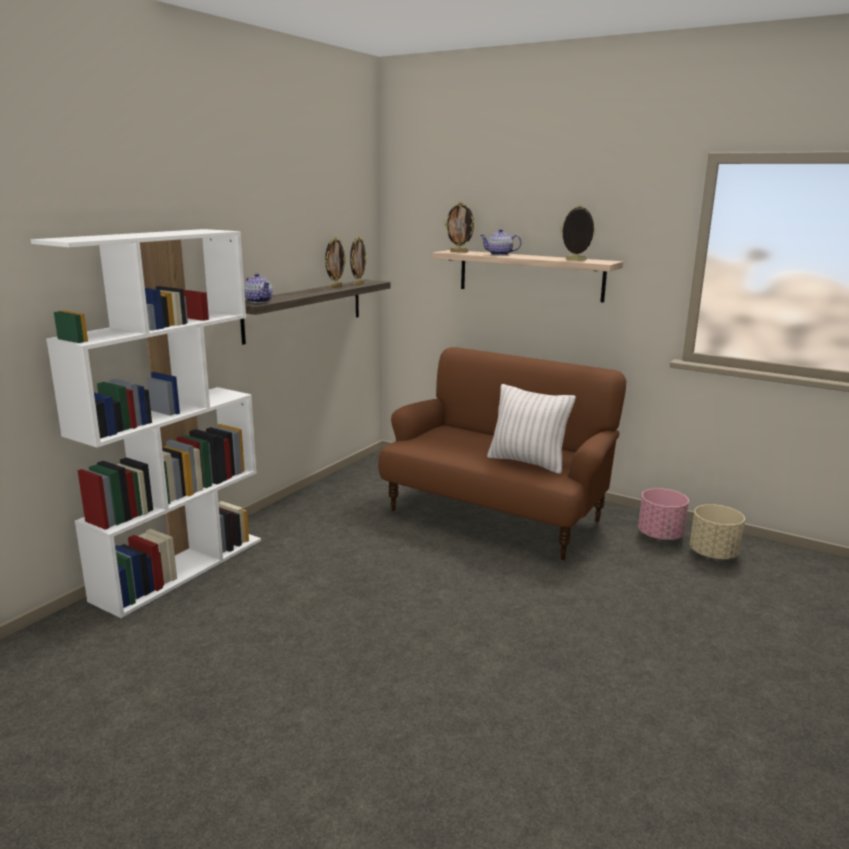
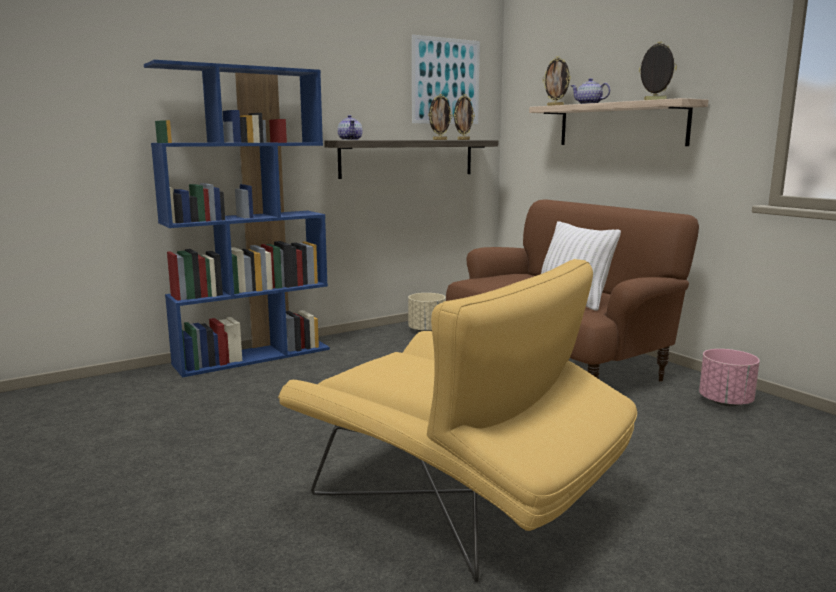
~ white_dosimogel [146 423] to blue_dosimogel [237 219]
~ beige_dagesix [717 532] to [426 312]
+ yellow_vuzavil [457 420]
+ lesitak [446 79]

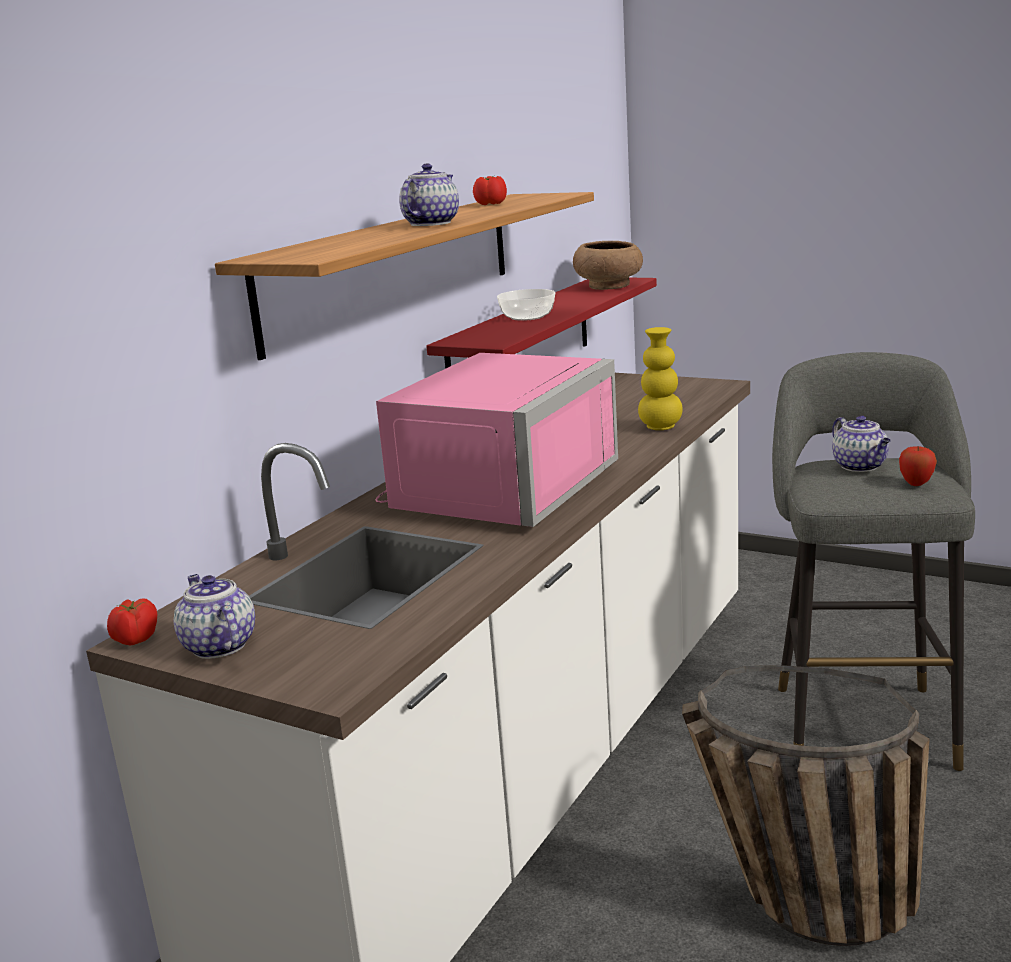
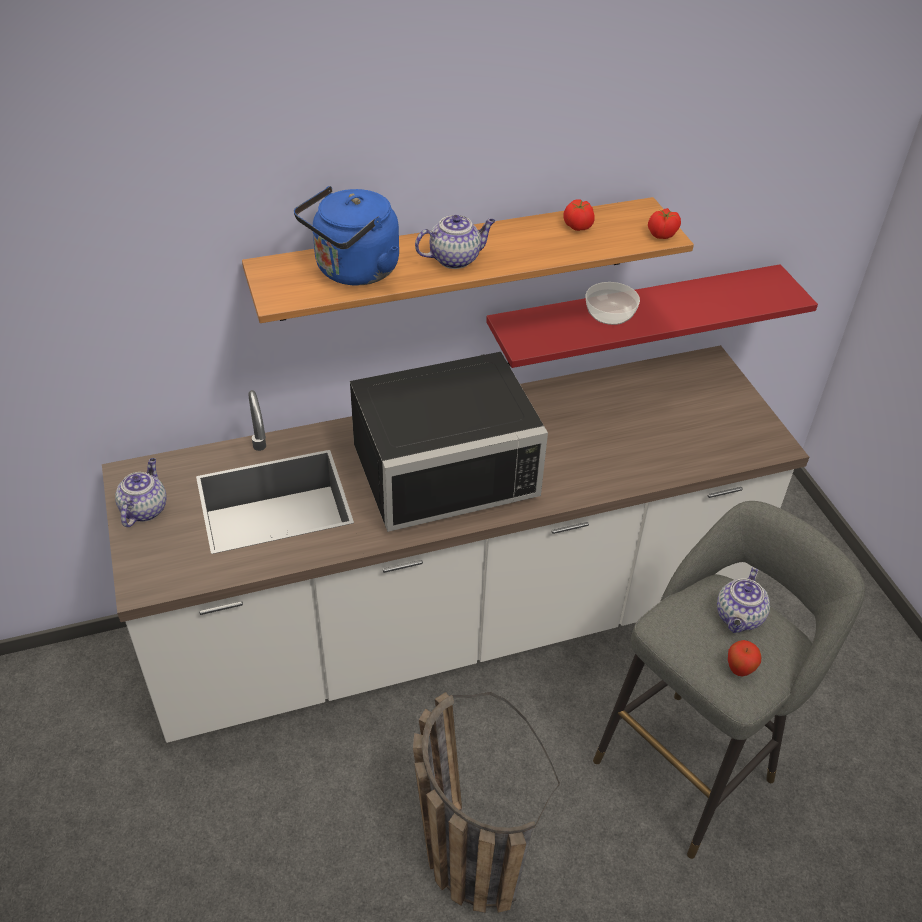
~ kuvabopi [132 621] to [664 223]
~ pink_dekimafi [497 440] to black_dekimafi [449 442]
- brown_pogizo [608 265]
- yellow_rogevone [660 378]
+ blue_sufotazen [346 236]

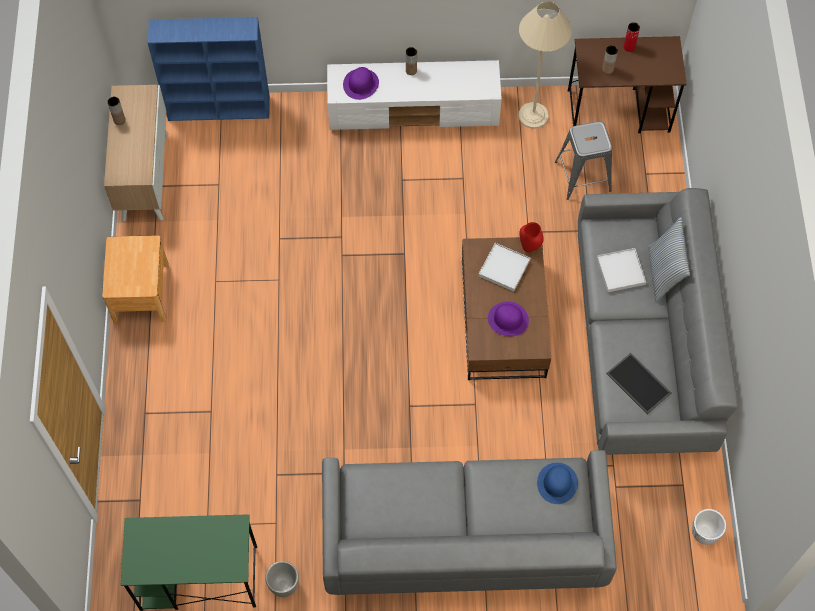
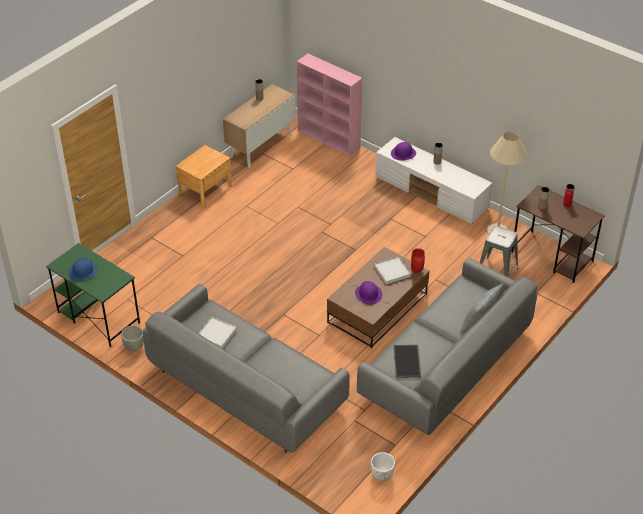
~ blue_dosimogel [208 69] to pink_dosimogel [329 105]
~ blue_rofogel [557 483] to [83 269]
~ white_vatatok [621 270] to [218 332]

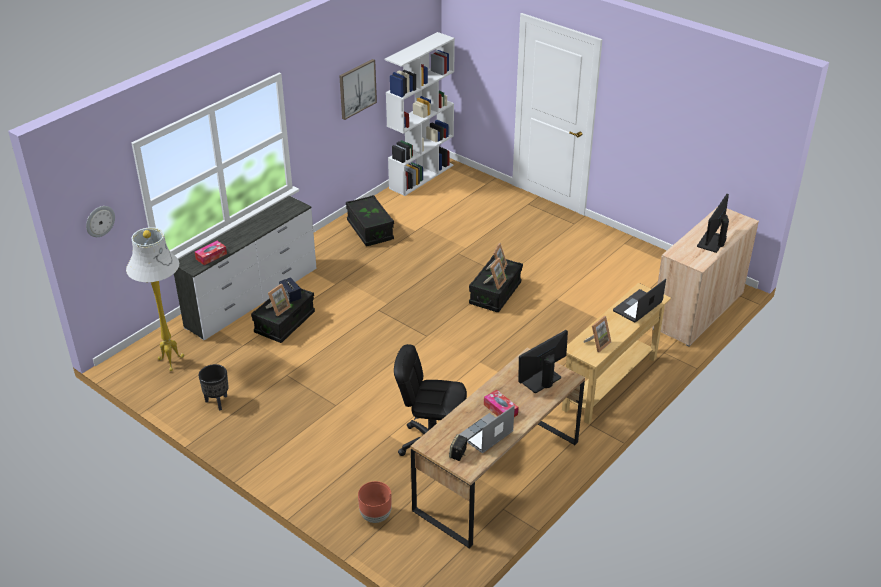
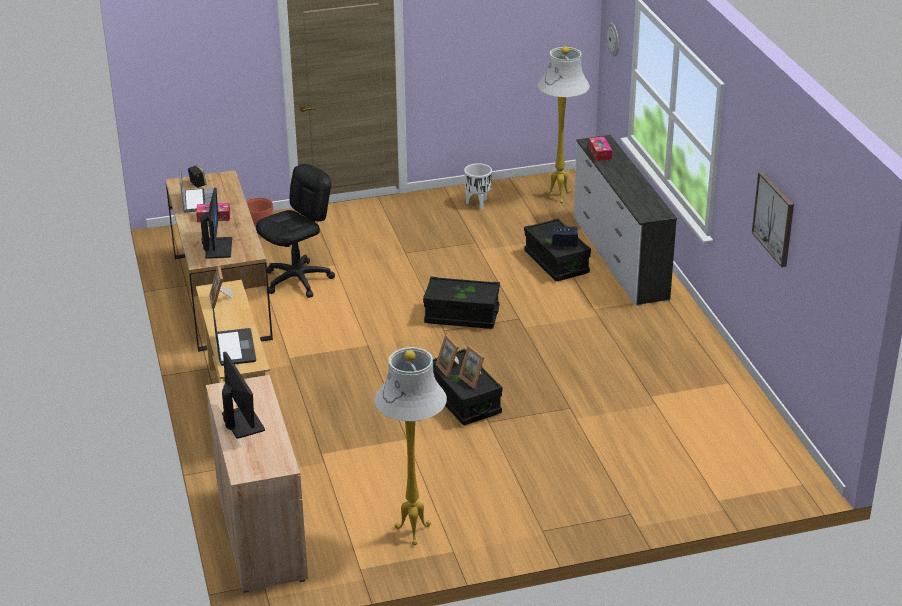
~ black_dagesix [213 387] to white_dagesix [478 186]
- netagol [278 300]
~ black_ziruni [370 220] to [461 302]
- white_dosimogel [420 114]
+ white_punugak [410 446]

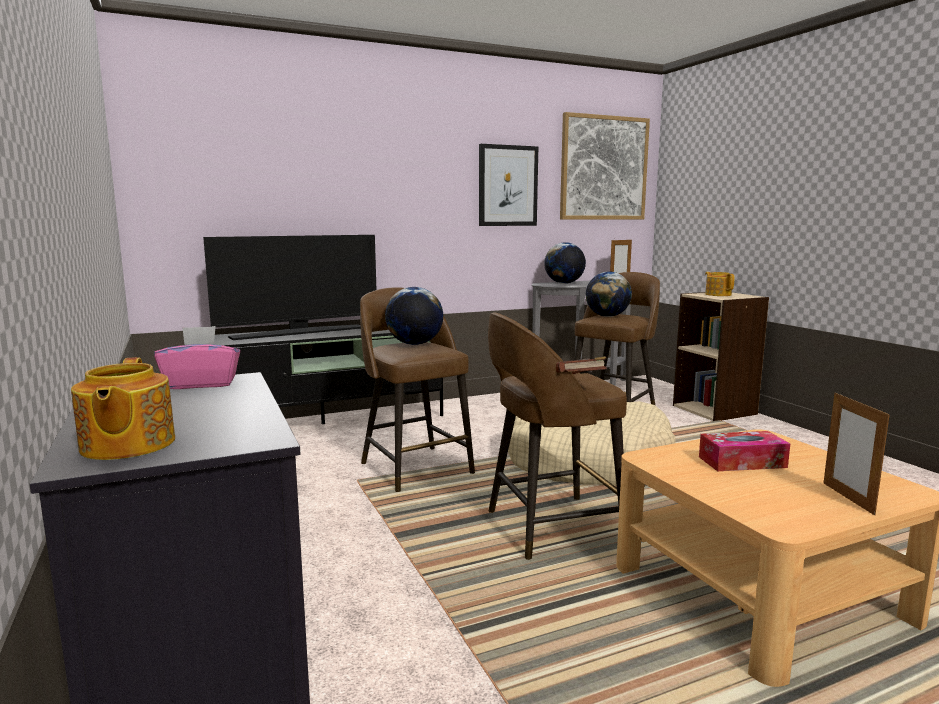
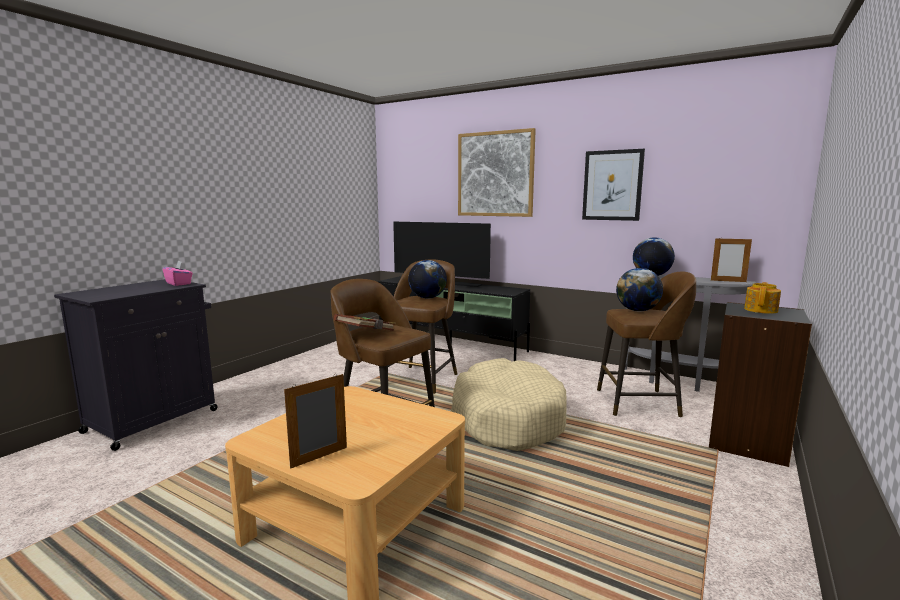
- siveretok [123 408]
~ lesitak [605 166] to [497 172]
~ beige_dosimogel [721 356] to black_dosimogel [760 384]
- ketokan [744 451]

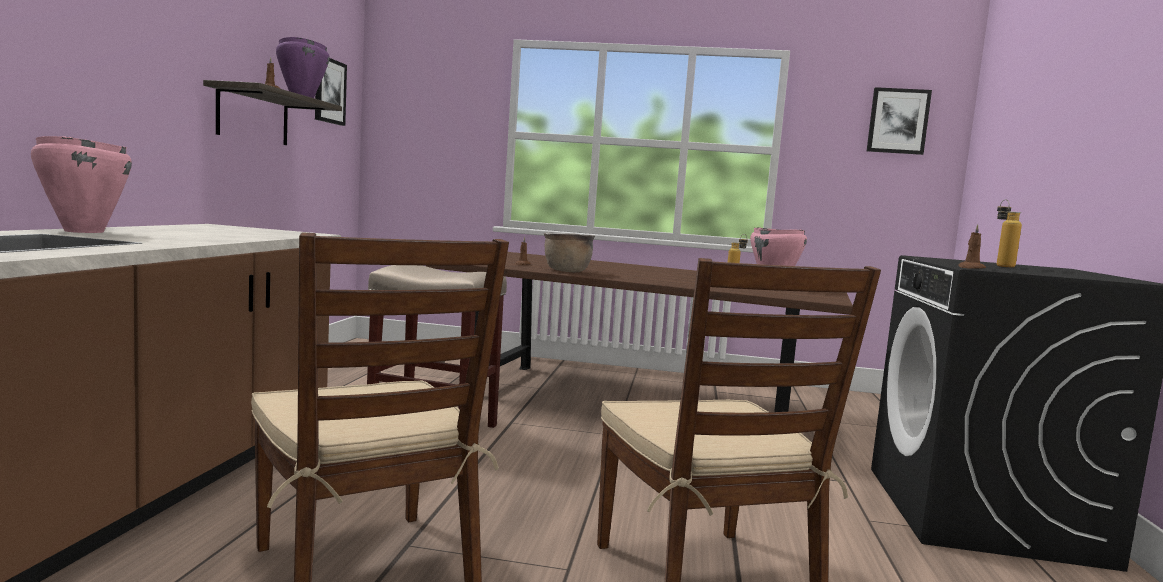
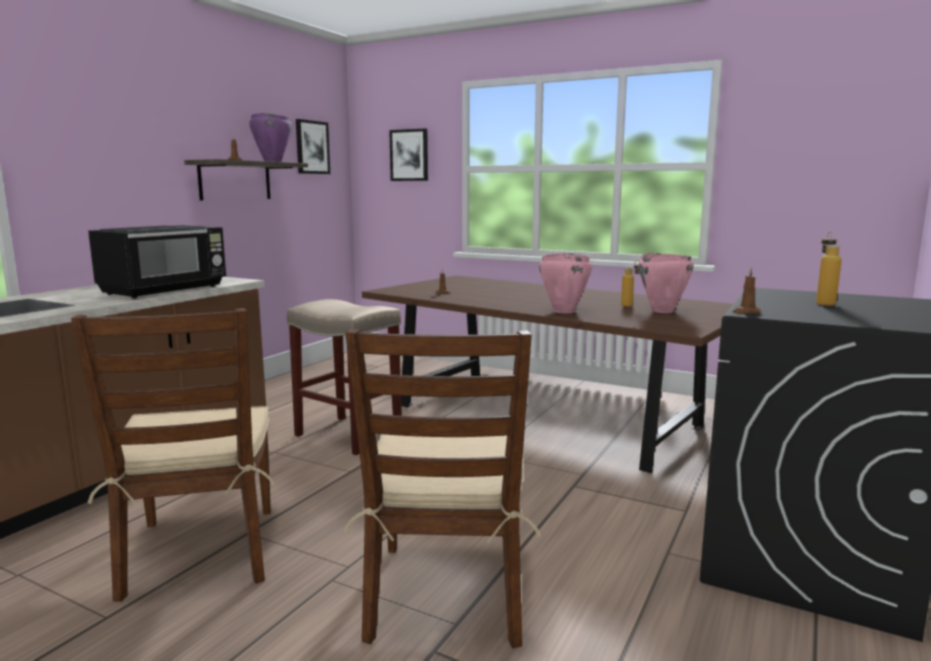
~ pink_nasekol [81 184] to [565 283]
- brown_nasekol [569 252]
~ lesitak [899 121] to [408 154]
+ black_dekimafi [157 262]

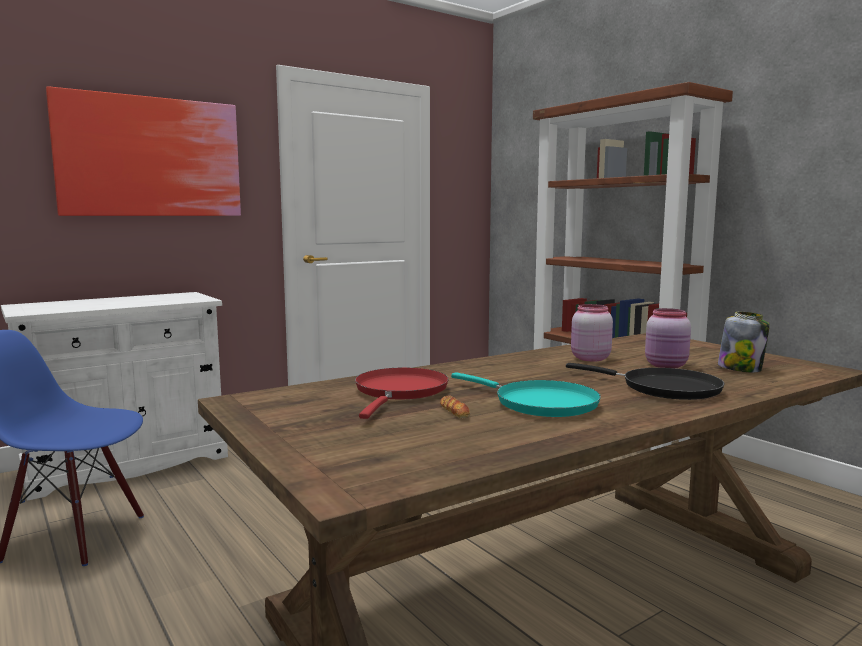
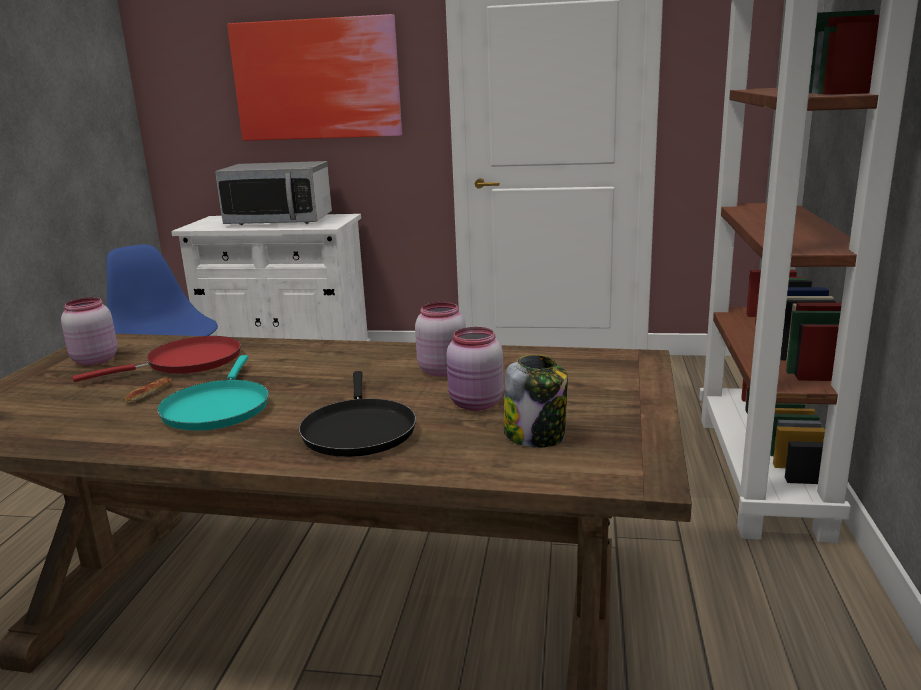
+ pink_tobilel [89 331]
+ dekimafi [273 193]

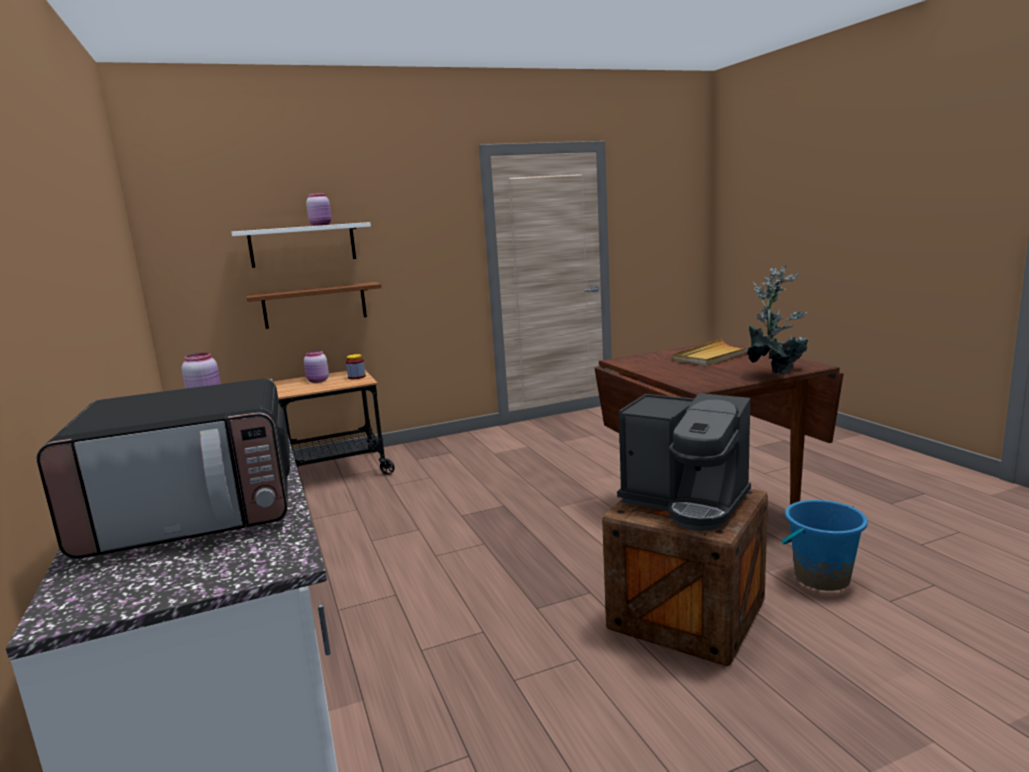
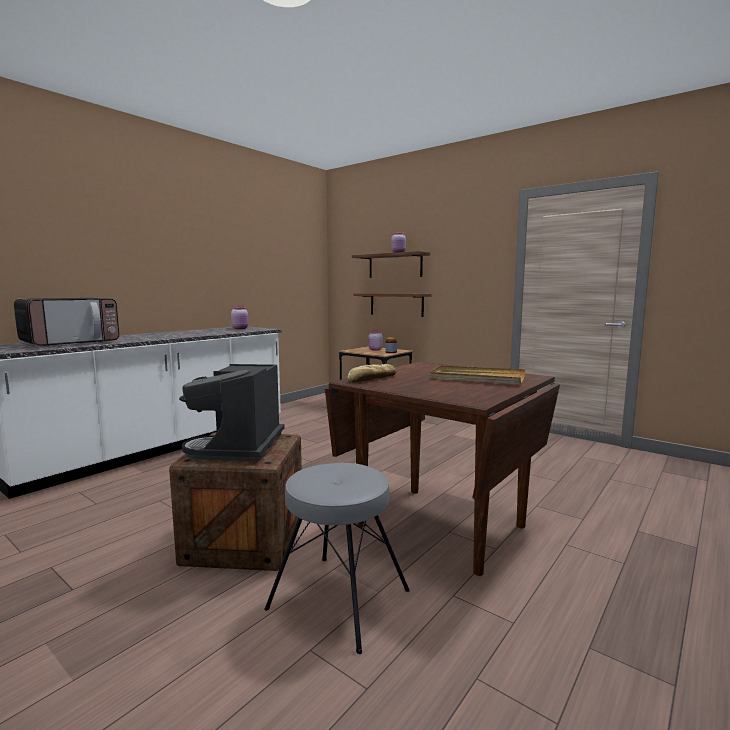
~ dekimafi [163 469] = [67 322] 90 degrees counterclockwise
~ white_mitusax [301 245] to brown_mitusax [391 264]
- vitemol [778 320]
~ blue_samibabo [824 545] to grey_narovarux [337 558]
+ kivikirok [371 373]

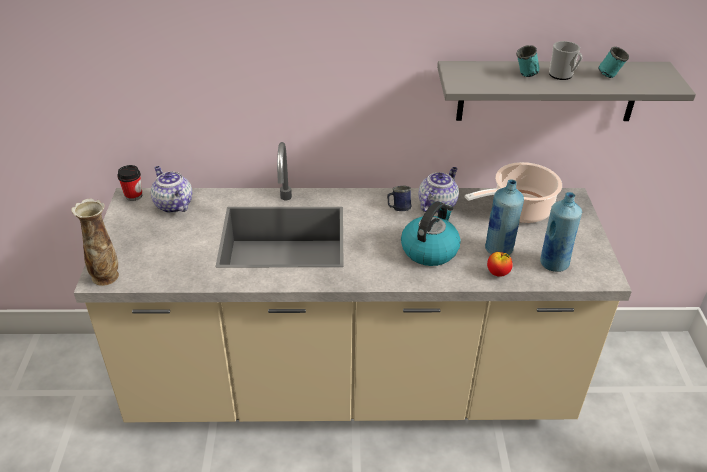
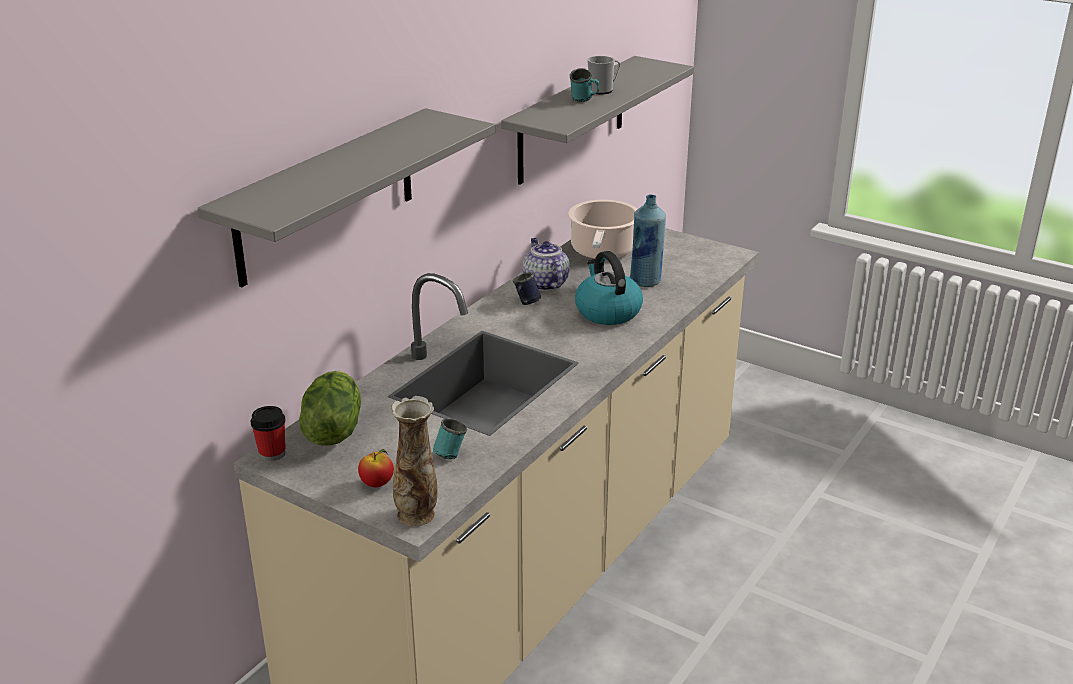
~ siveretok [171 189] to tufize [330 408]
~ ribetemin [500 264] to [376 468]
- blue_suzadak [561 232]
~ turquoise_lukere [613 62] to [450 438]
+ grey_mitusax [346 197]

